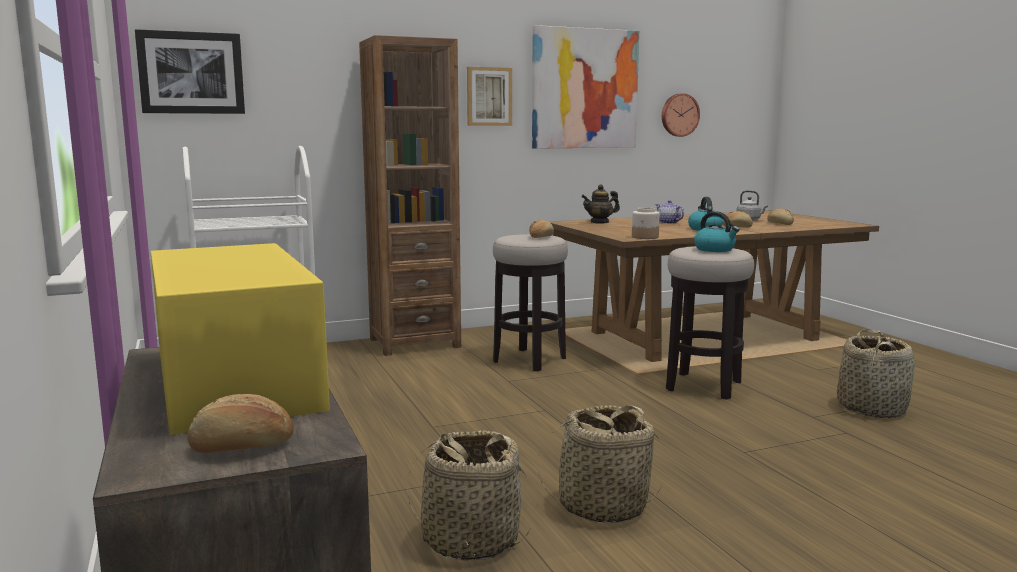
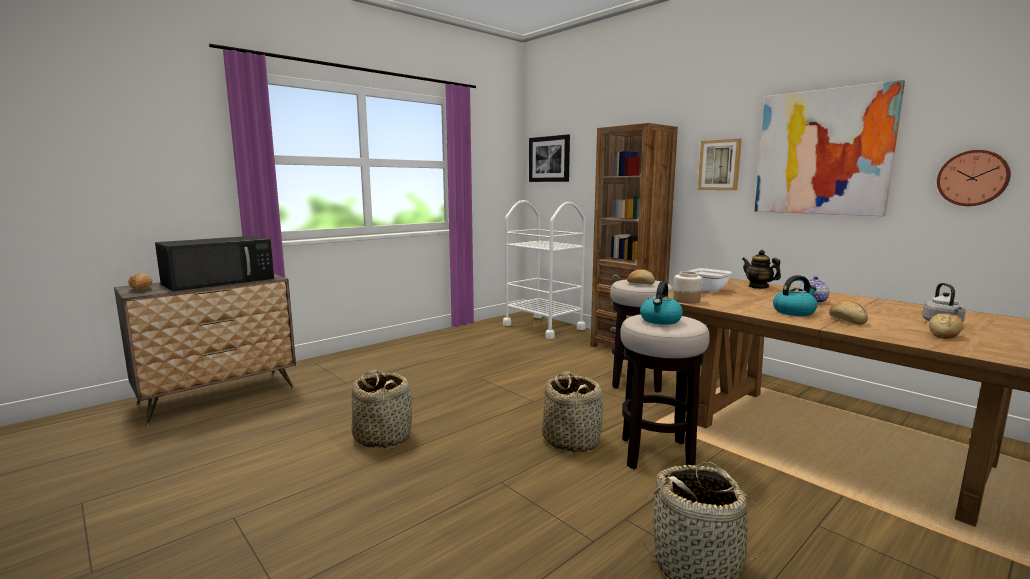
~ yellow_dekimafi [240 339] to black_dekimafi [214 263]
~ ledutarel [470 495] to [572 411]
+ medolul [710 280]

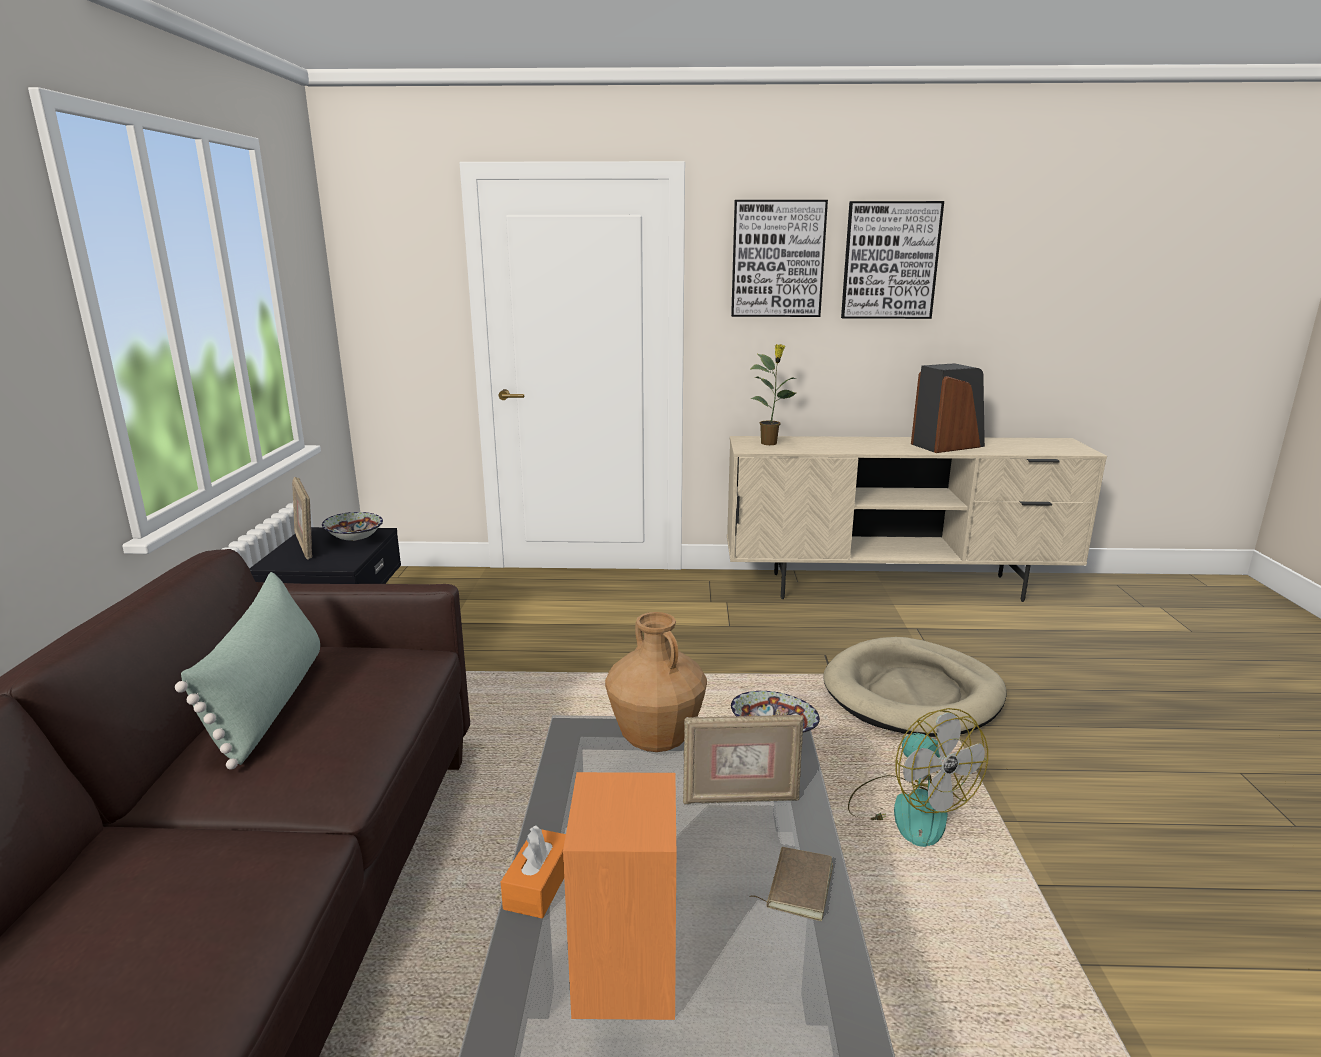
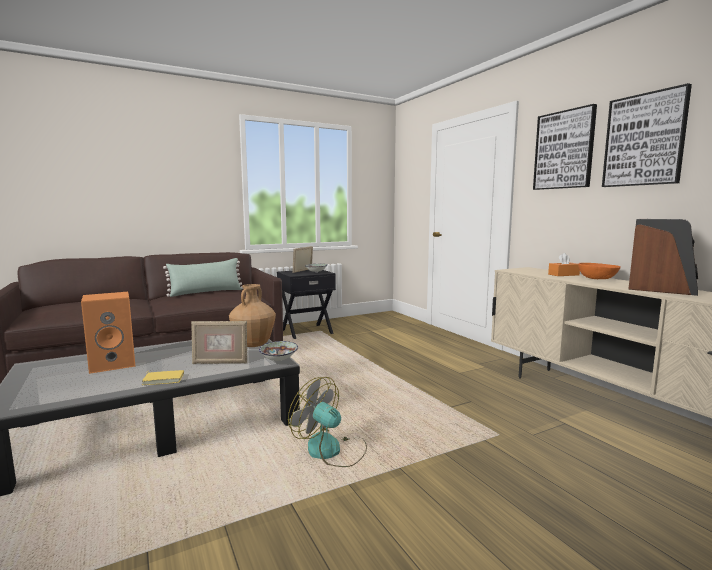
~ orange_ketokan [533 871] to [564 264]
~ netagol [743 759] = [219 342] 60 degrees counterclockwise
~ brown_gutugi [791 884] to yellow_gutugi [163 377]
- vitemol [773 394]
- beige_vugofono [915 687]
~ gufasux [918 777] = [327 422] 90 degrees clockwise
+ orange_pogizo [599 271]

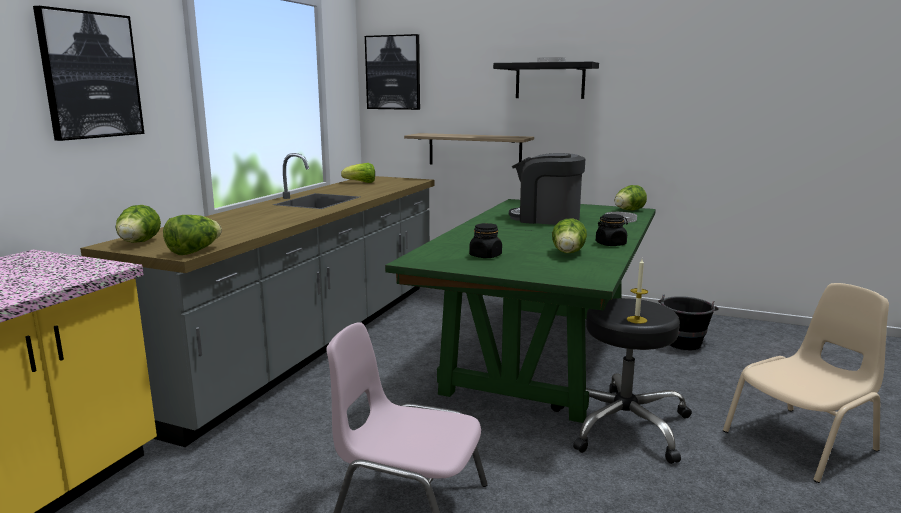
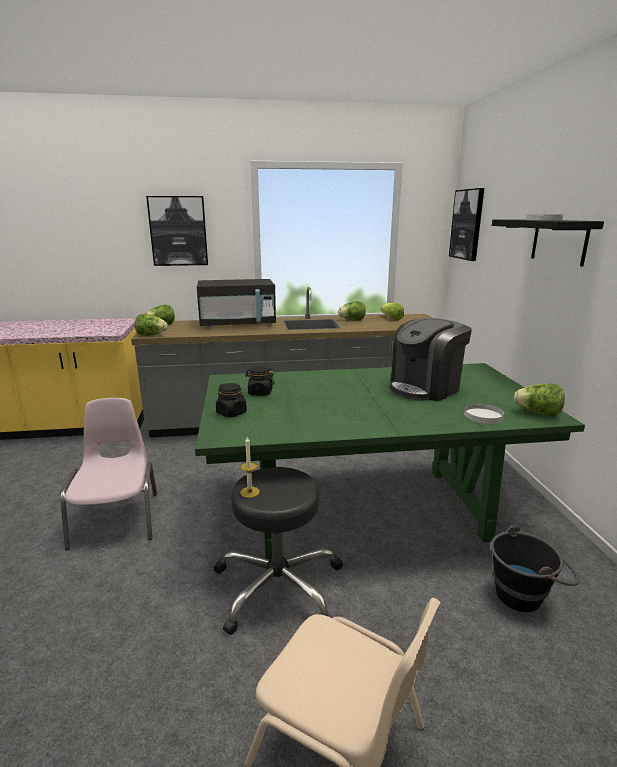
- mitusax [469 148]
~ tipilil [547 189] = [431 359] 120 degrees counterclockwise
~ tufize [569 235] to [352 310]
~ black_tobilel [612 230] to [231 400]
+ black_dekimafi [236 303]

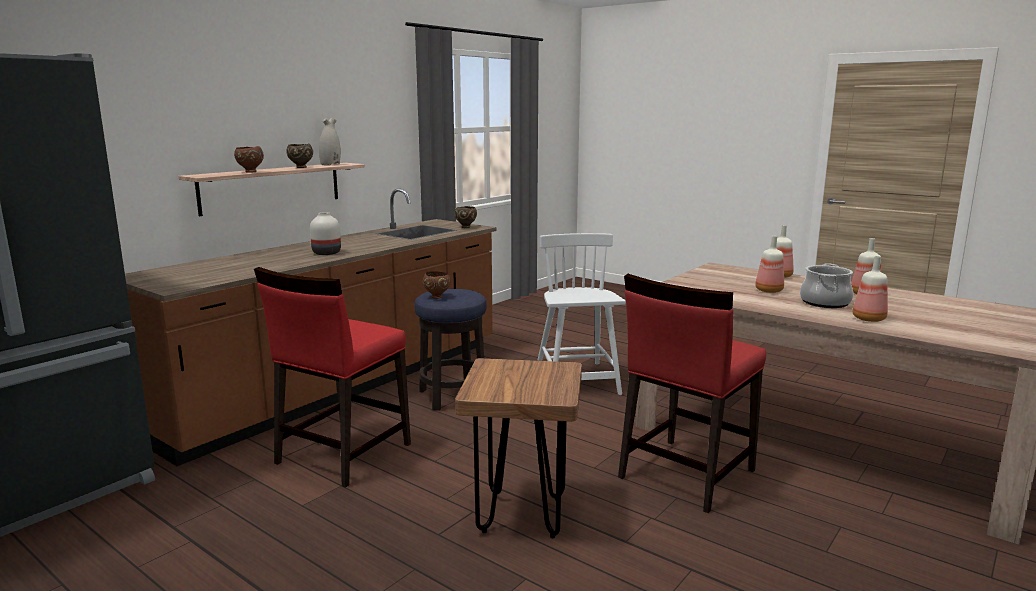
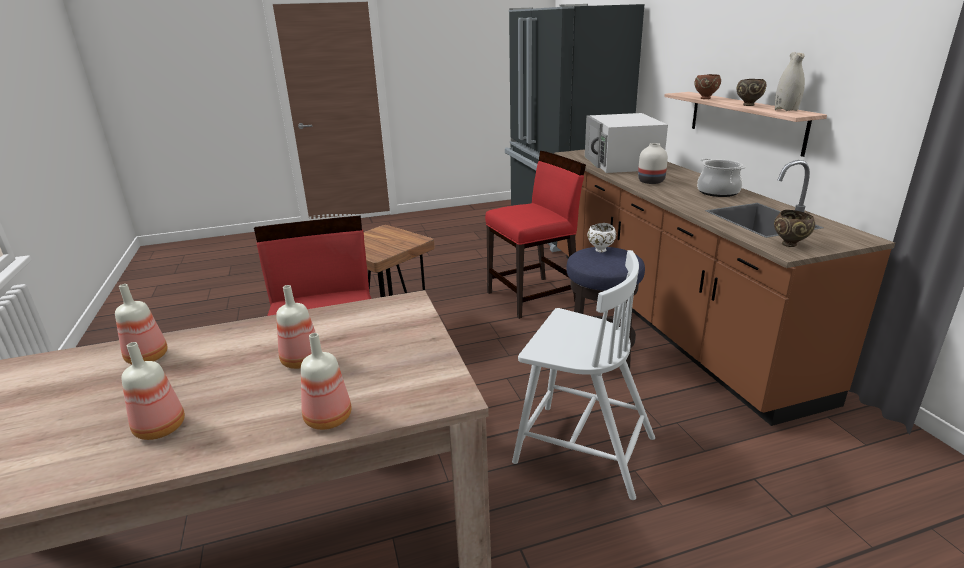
~ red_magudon [332 377] = [535 235] 90 degrees clockwise
~ brown_pogizo [437 285] to white_pogizo [602 238]
~ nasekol [826 285] to [721 177]
+ white_dekimafi [626 143]

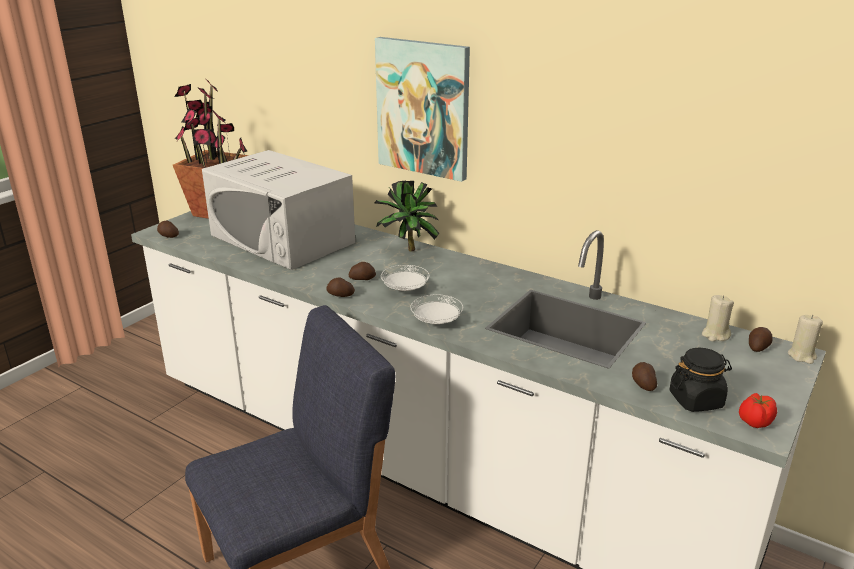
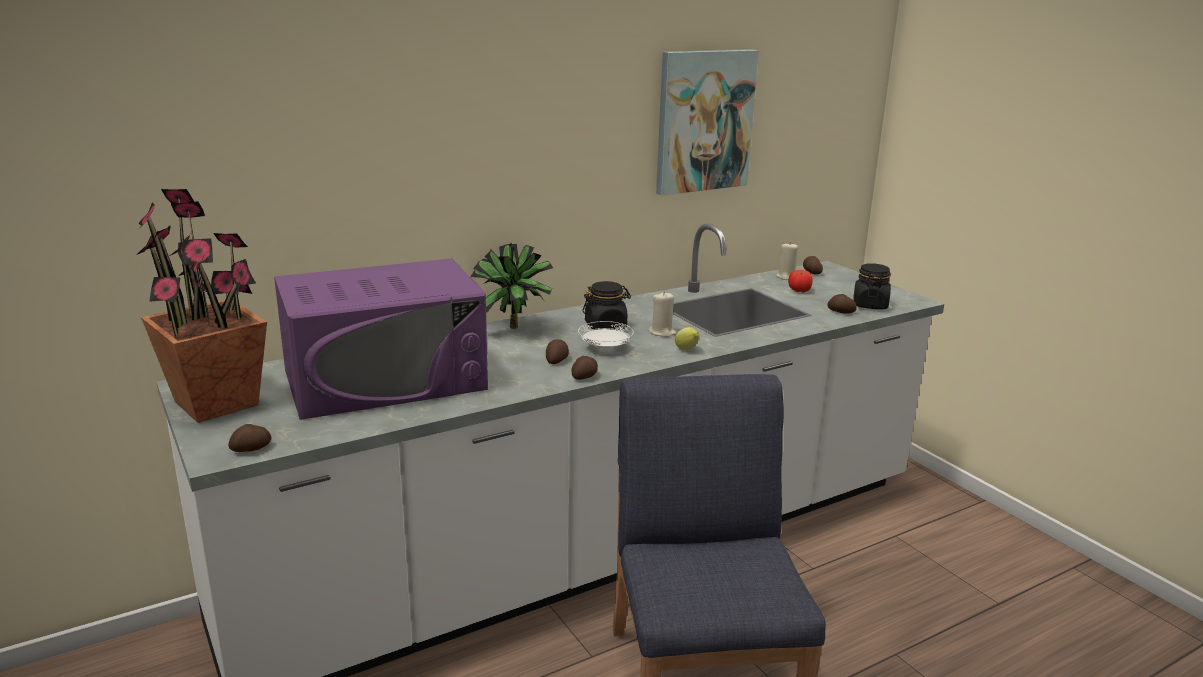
~ white_dekimafi [278 210] to purple_dekimafi [381 339]
~ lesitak [422 109] to [707 122]
~ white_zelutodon [436 309] to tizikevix [687 338]
~ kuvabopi [758 410] to [800 280]
~ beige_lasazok [805 339] to [662 314]
+ black_tobilel [606 305]

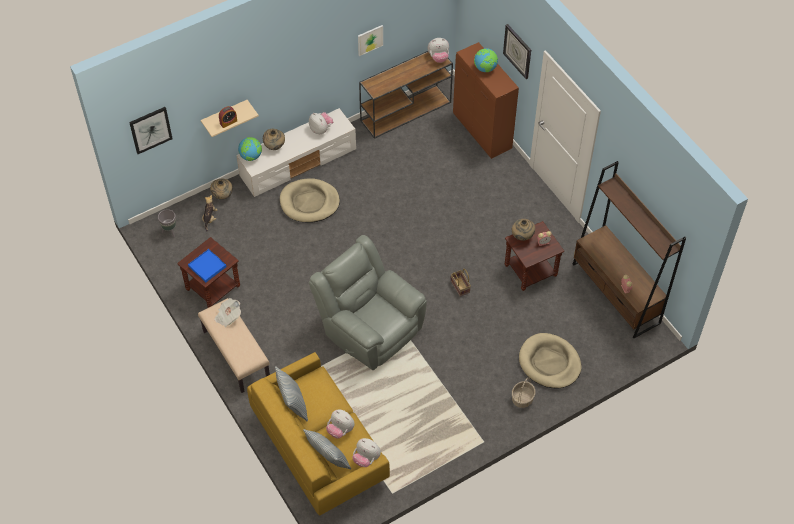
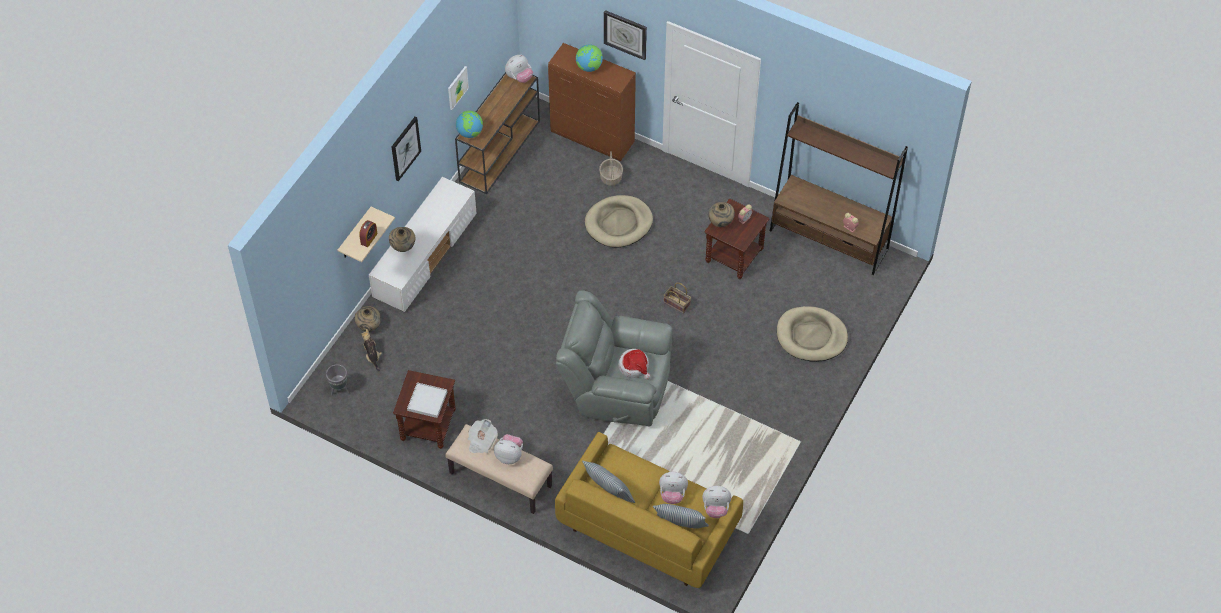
~ lesitak [151 130] to [406 149]
~ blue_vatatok [207 265] to white_vatatok [427 400]
~ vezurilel [250 149] to [469 124]
~ beige_vugofono [310 200] to [619 221]
~ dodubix [321 123] to [508 449]
~ ledutarel [524 392] to [611 168]
+ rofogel [634 364]

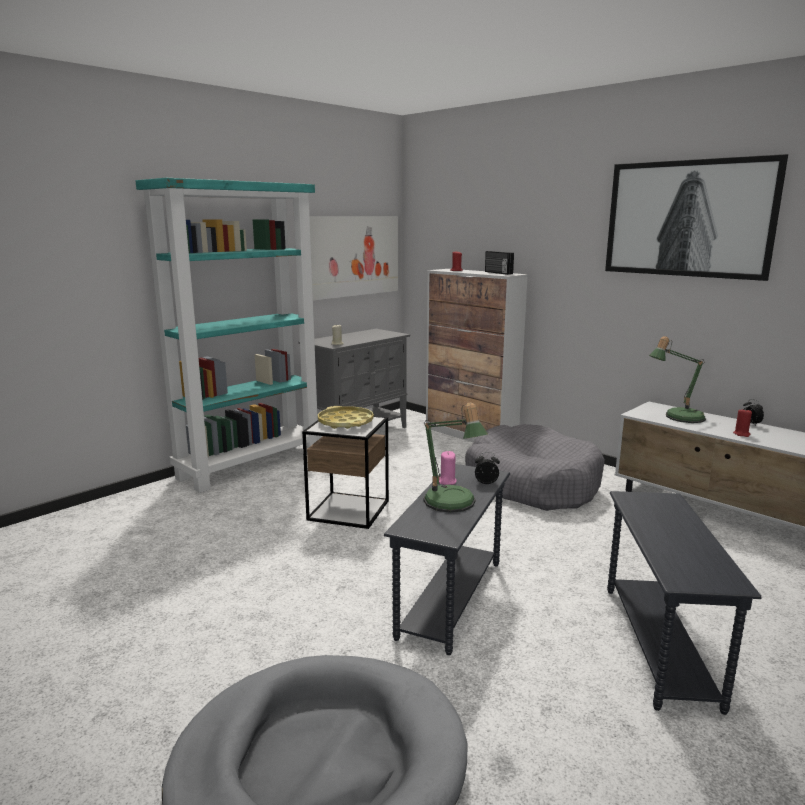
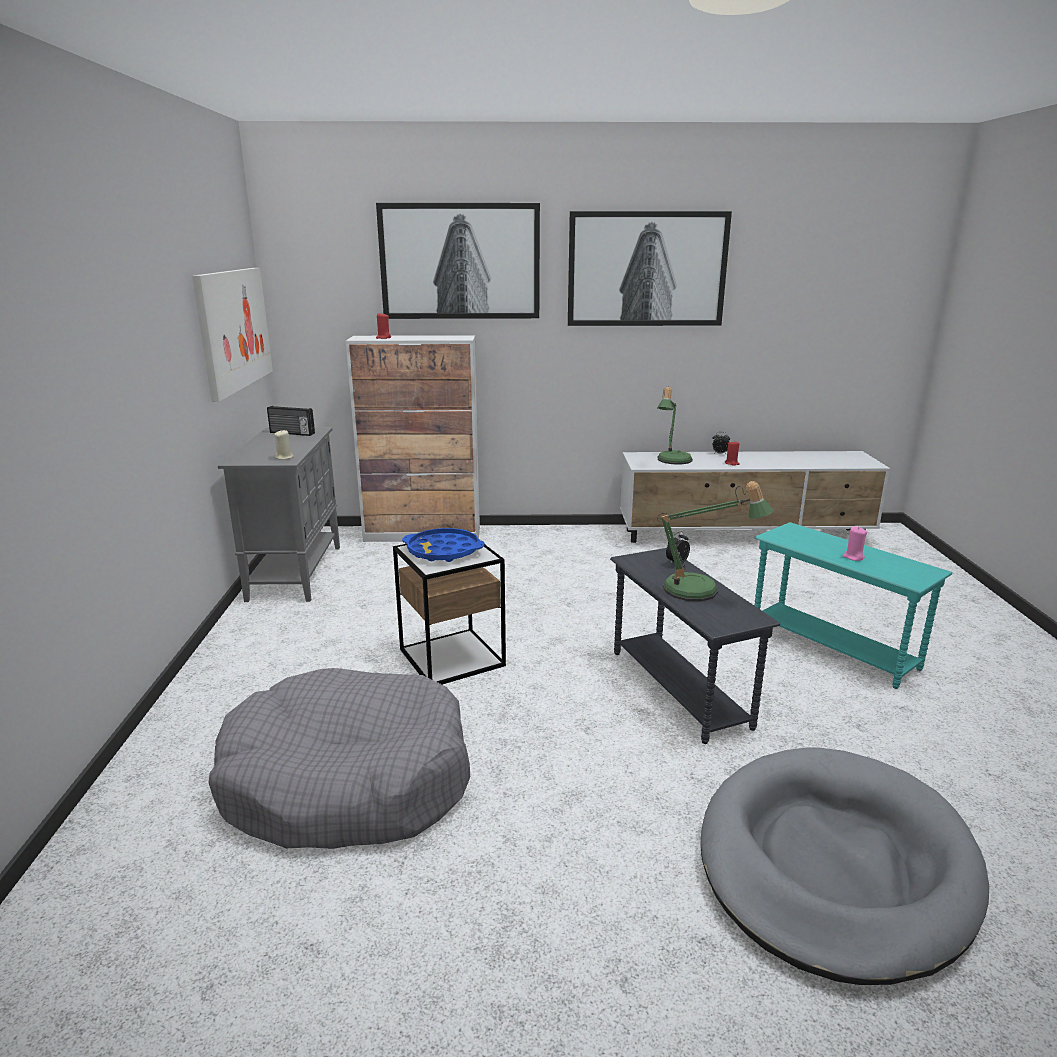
- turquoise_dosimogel [228 335]
~ yellow_vatatok [346 417] to blue_vatatok [443 545]
~ pink_lasazok [448 468] to [854 543]
~ grey_vugofono [535 467] to [339 758]
~ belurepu [499 263] to [291 421]
~ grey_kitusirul [684 603] to turquoise_kitusirul [853 605]
+ lesitak [458 261]

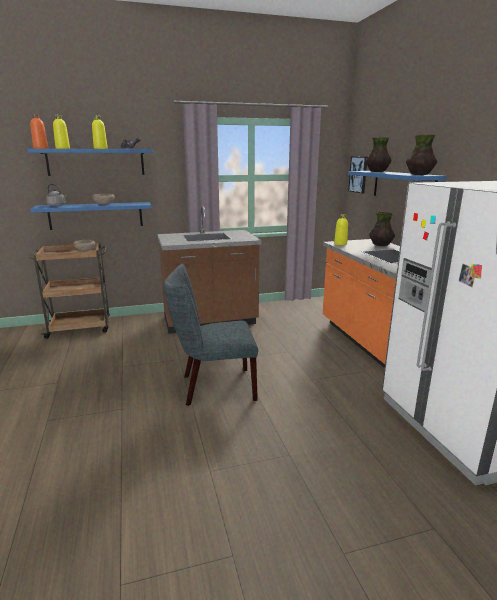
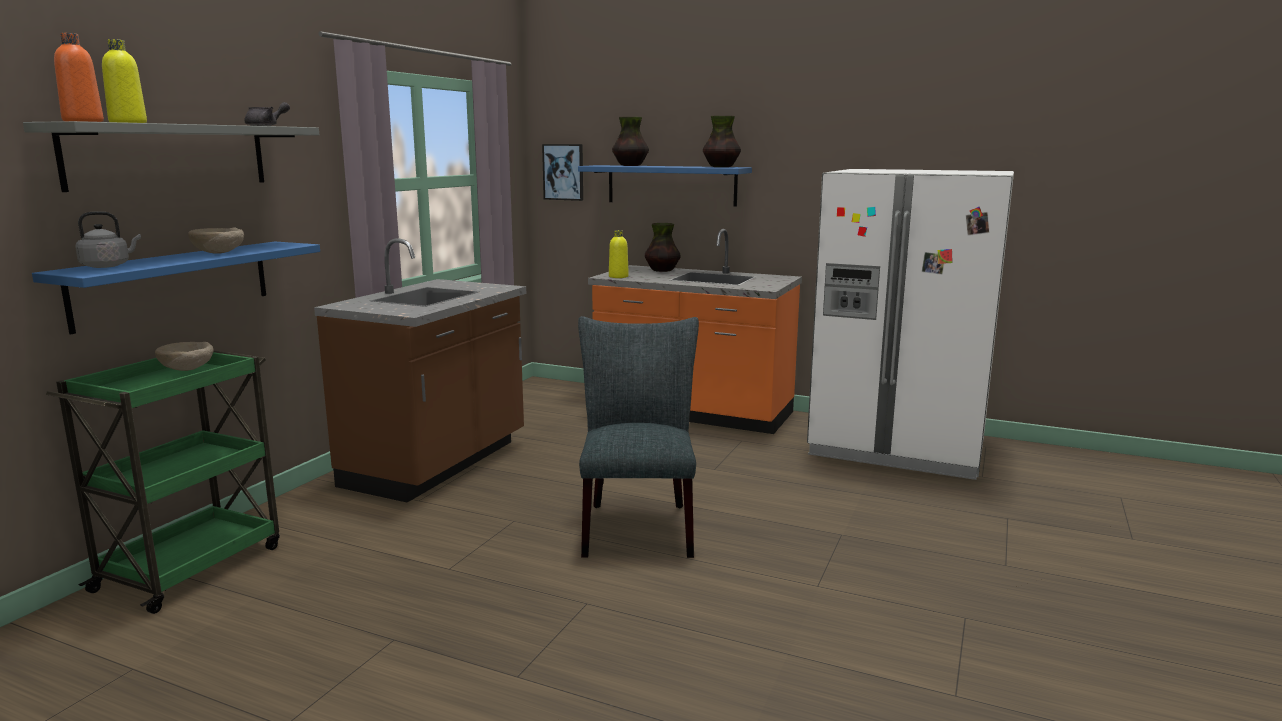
~ blue_mitusax [90 162] to grey_mitusax [171 156]
~ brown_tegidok [68 291] to green_tegidok [163 482]
- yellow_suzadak [100 132]
~ grey_magudon [211 335] = [638 437] 150 degrees clockwise

